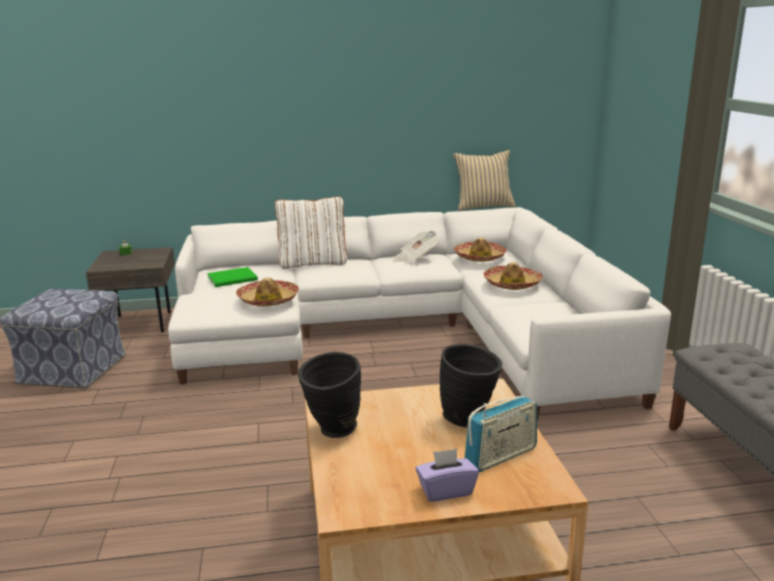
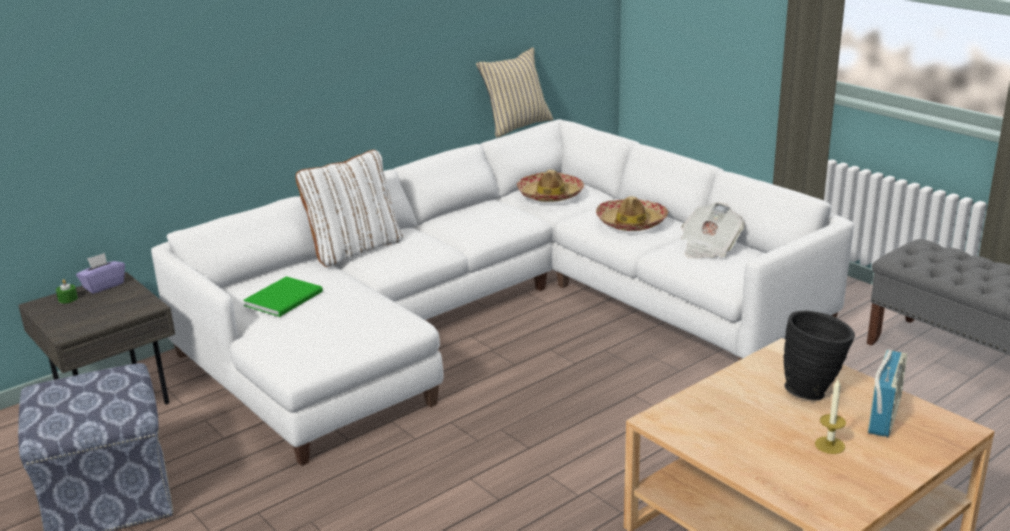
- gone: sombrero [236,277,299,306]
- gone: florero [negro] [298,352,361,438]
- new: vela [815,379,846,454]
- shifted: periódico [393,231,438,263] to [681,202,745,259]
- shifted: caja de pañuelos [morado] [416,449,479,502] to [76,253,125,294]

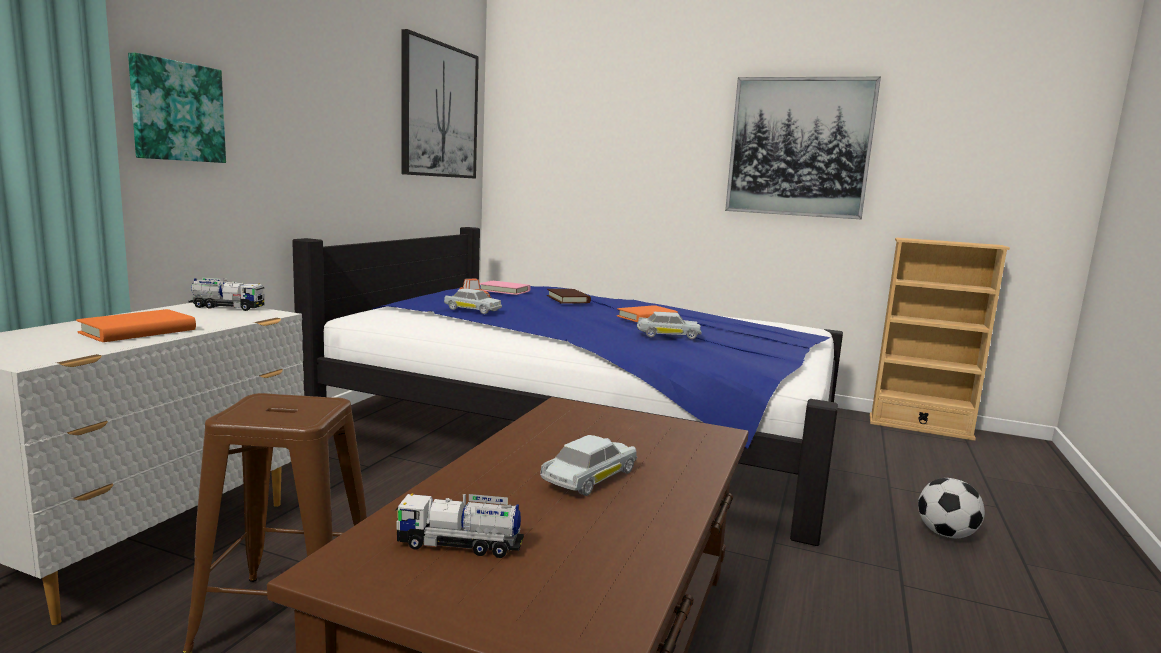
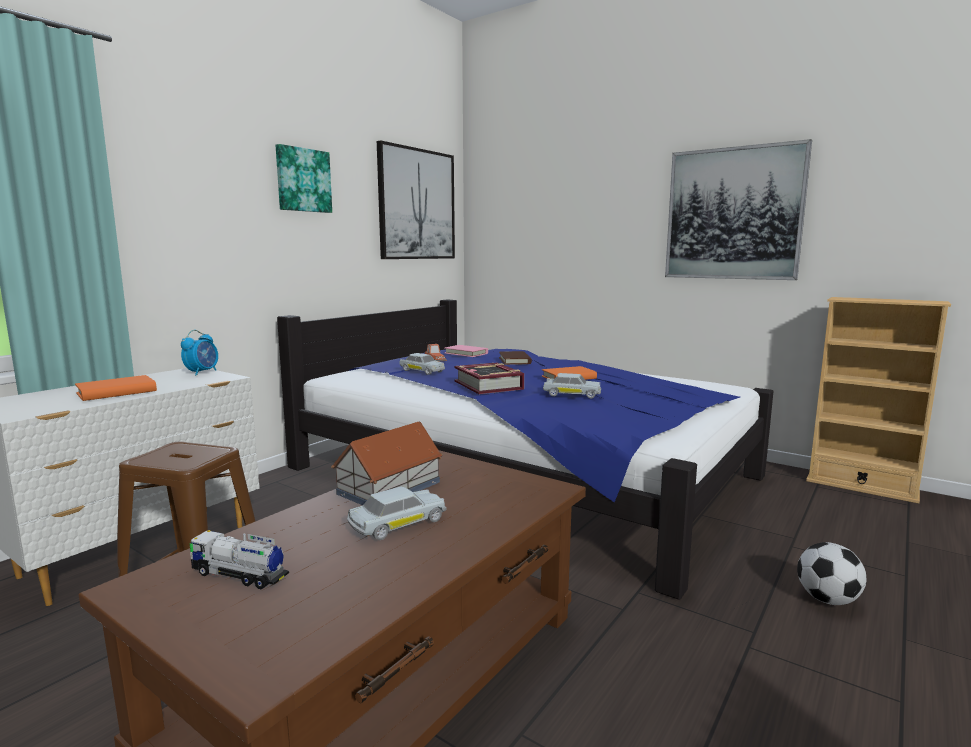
- new: casita [331,422,443,505]
- new: libro [454,363,524,394]
- shifted: cuadro [128,53,226,163] to [276,144,332,213]
- swapped: camión de juguete [189,277,264,311] to despertador [181,330,218,376]

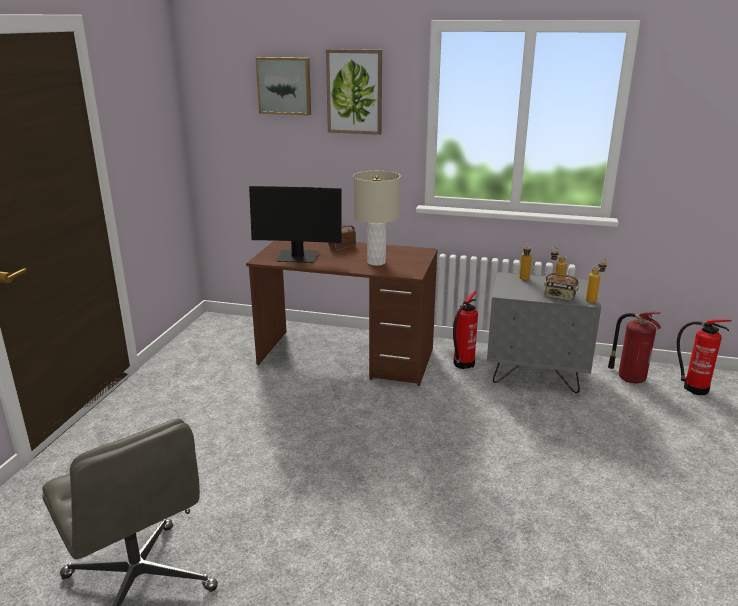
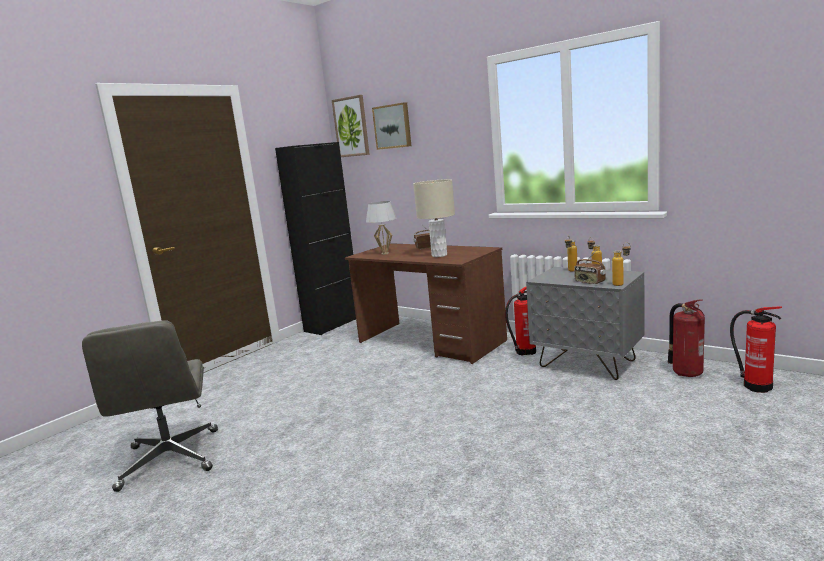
- new: armario [negro] [275,142,356,335]
- shifted: cuadro [326,49,382,135] to [332,95,370,157]
- swapped: monitor [249,186,342,263] to lámpara de mesa [blanco] [366,201,397,255]

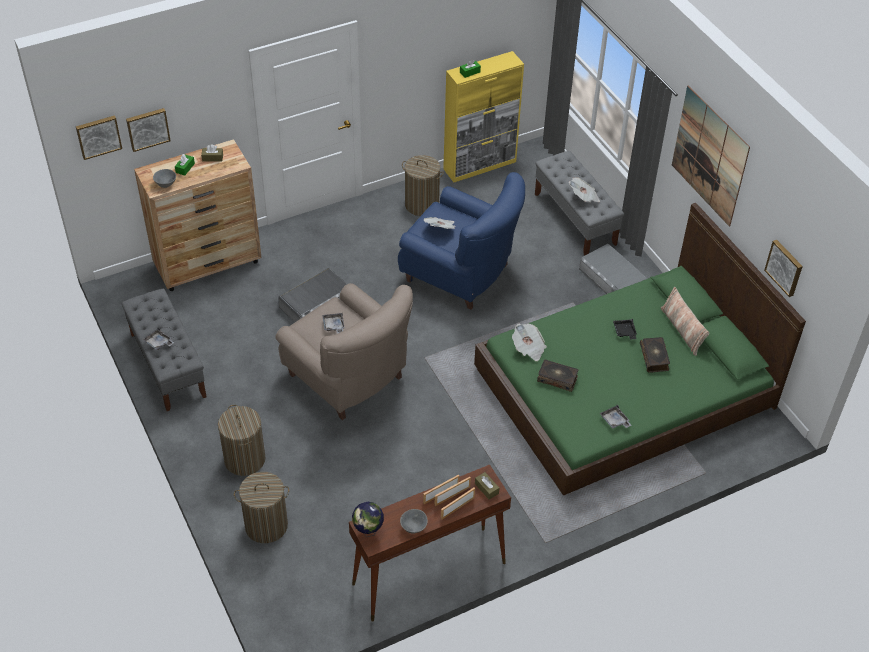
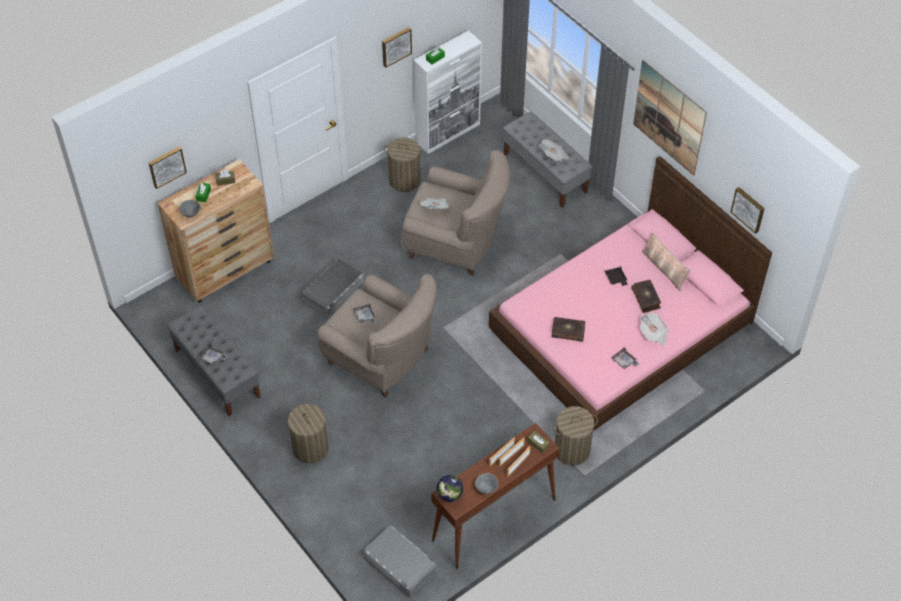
- shifted: cuadro [76,116,122,160] to [382,27,412,68]
- shifted: cesto de la ropa [234,472,289,543] to [553,406,598,466]
- shifted: periódico [512,324,547,361] to [640,313,669,346]
- shifted: caja de almacenaje [gris] [579,244,648,294] to [363,525,437,598]
- repainted: sillón [azul] [398,172,525,310] to sillón [beis] [401,150,510,276]
- repainted: armario [amarillo] [443,51,524,183] to armario [blanco] [413,30,482,154]
- repainted: cama [verde] [474,203,806,495] to cama [rosa] [489,156,772,431]

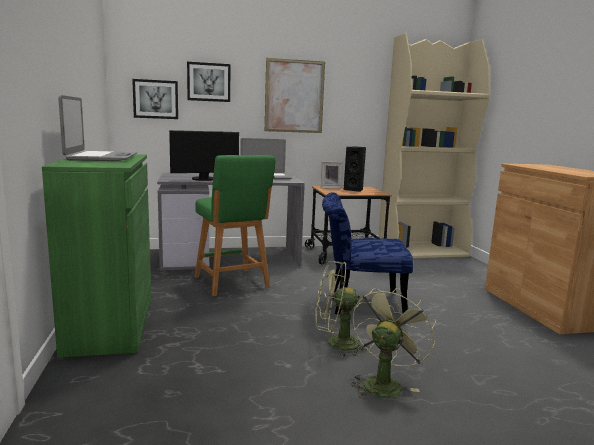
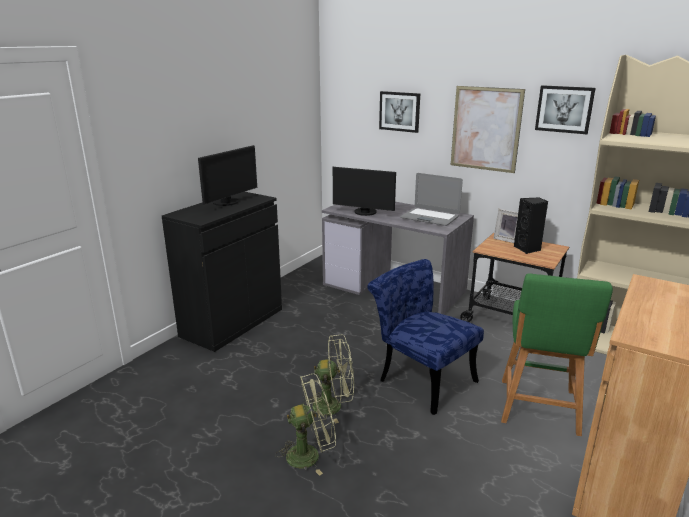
- shifted: cuadro [132,79,178,119] to [535,85,596,134]
- shifted: taburete [verde] [194,155,276,296] to [501,273,613,436]
- swapped: portátil [58,95,137,161] to monitor [198,145,257,206]
- repainted: armario [verde] [42,154,151,358] to armario [negro] [162,192,282,352]
- rotated: ventilador [verde] [315,261,370,357] = [304,335,354,424] 135 degrees clockwise

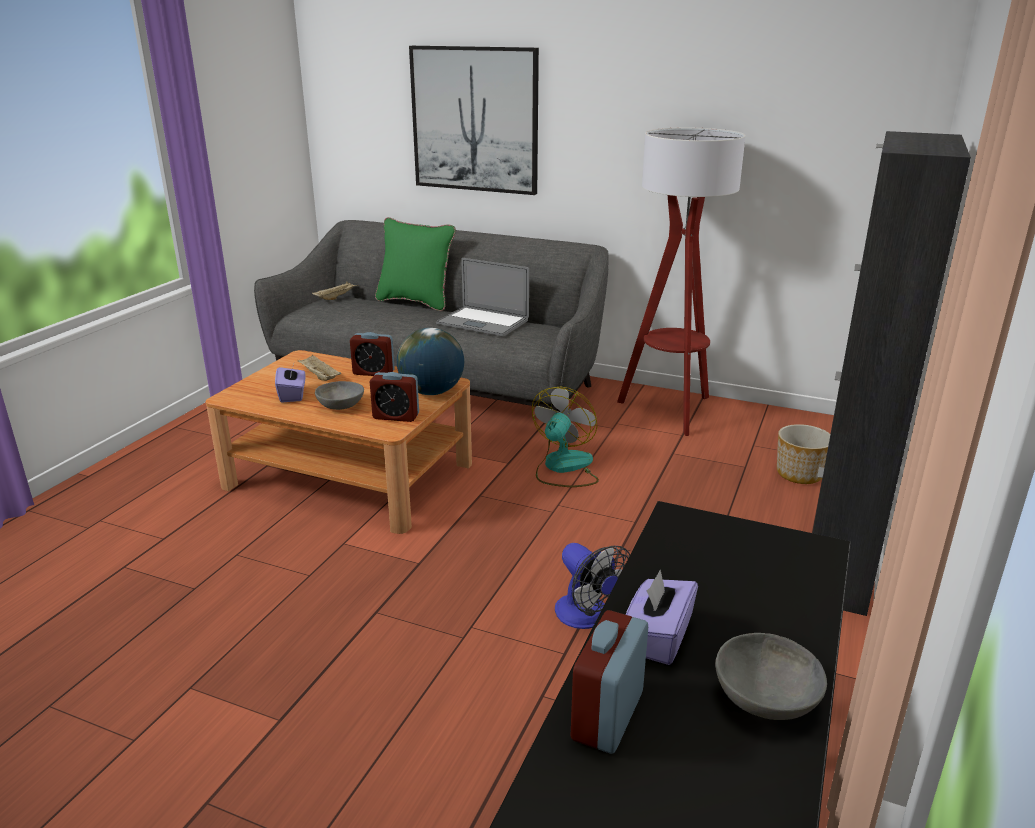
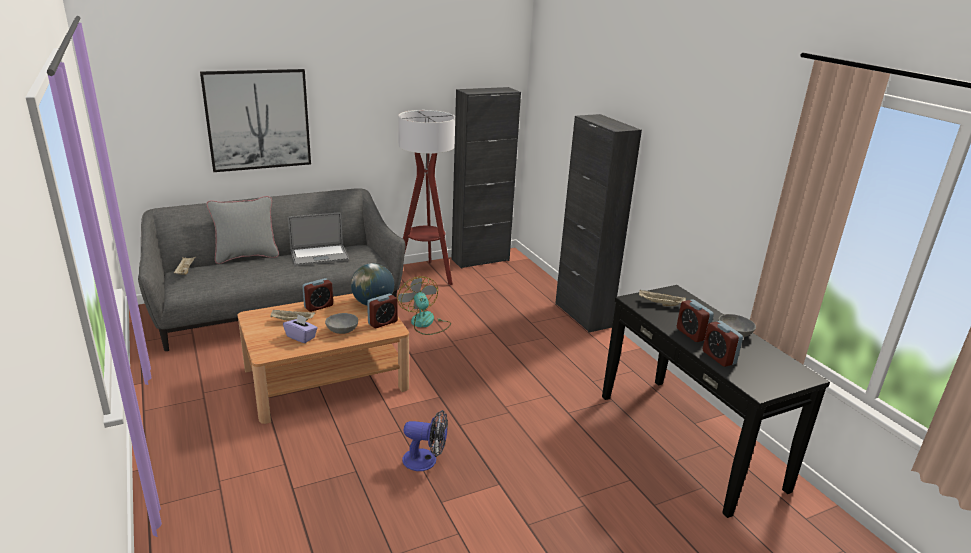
- gone: maceta [777,424,830,484]
- new: armario [negro] [452,87,521,269]
- new: bandeja [beis] [639,289,686,306]
- shifted: ventilador [555,543,630,629] to [402,410,448,471]
- swapped: caja de pañuelos [morado] [626,570,698,665] to despertador [677,299,714,342]
- repainted: cojín [verde] [375,217,456,311] to cojín [gris] [207,196,279,264]

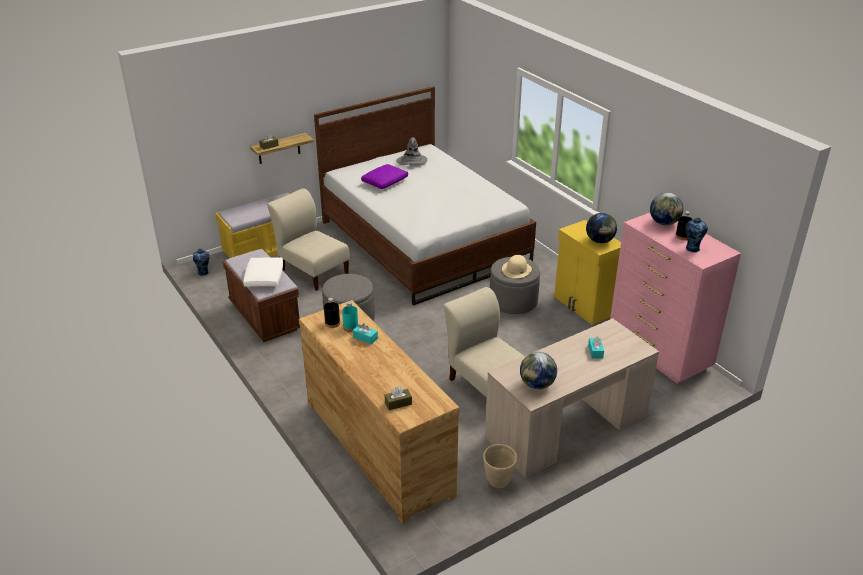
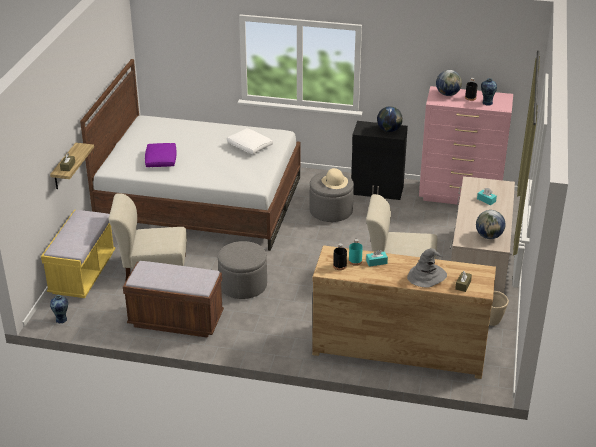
- shifted: cojín [blanco] [243,257,283,287] to [227,128,273,154]
- shifted: sombrero [gris] [396,137,428,165] to [407,248,447,288]
- repainted: armario [amarillo] [554,220,621,325] to armario [negro] [351,121,408,200]

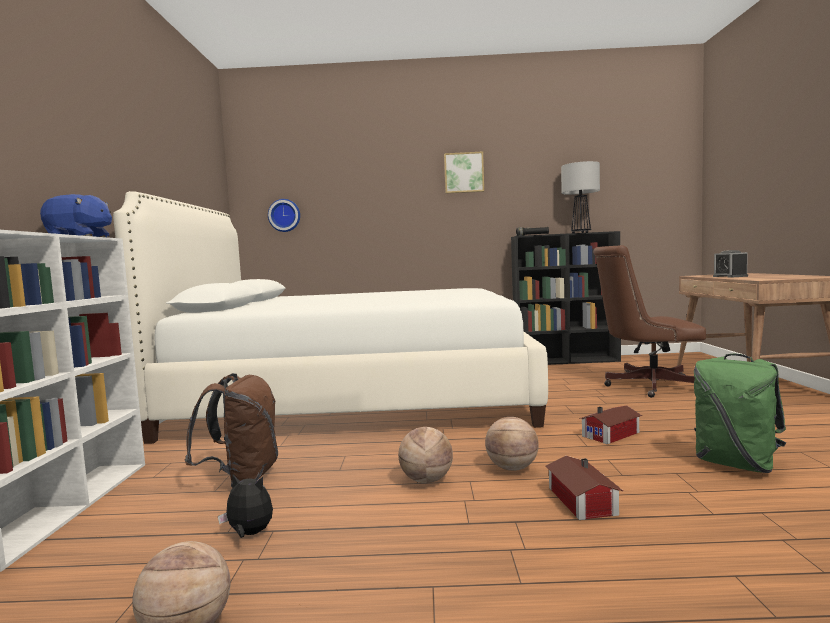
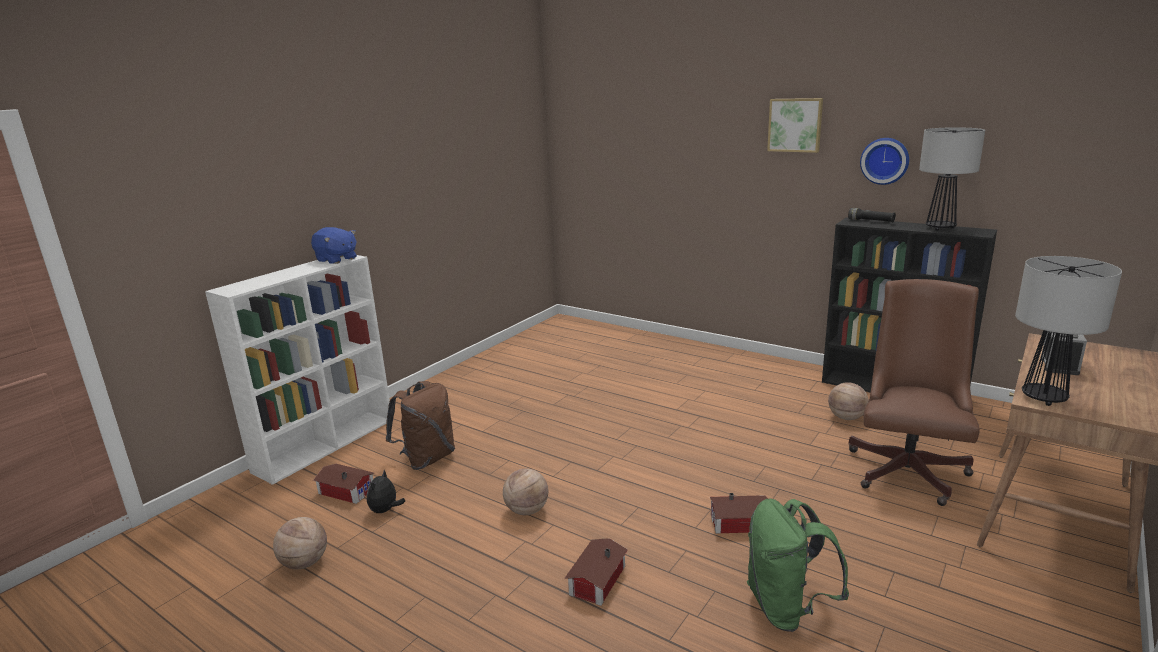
- gone: cama [blanco] [113,191,548,444]
- new: casita [313,464,374,504]
- new: lámpara de mesa [1015,256,1122,406]
- shifted: reloj de pared [268,199,300,232] to [860,138,909,185]
- shifted: balón de baloncesto [485,417,539,471] to [828,382,869,420]
- rotated: peluche [218,475,273,538] = [367,470,405,513] 120 degrees counterclockwise
- rotated: silla de oficina [marrón] [593,245,706,398] = [849,279,980,506] 75 degrees clockwise

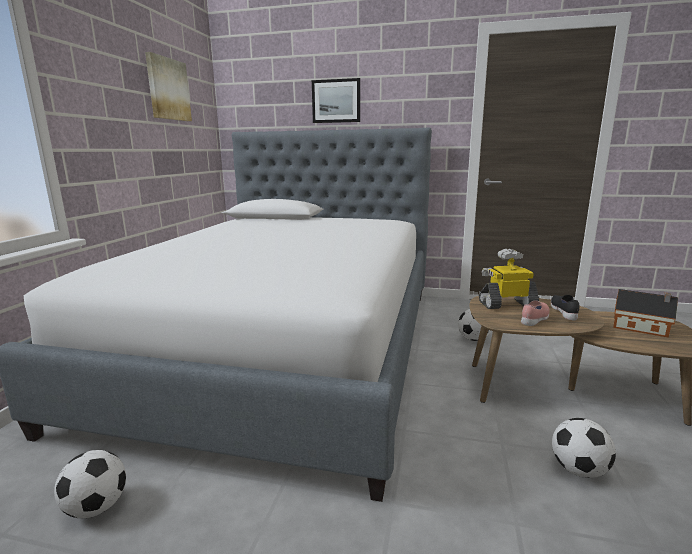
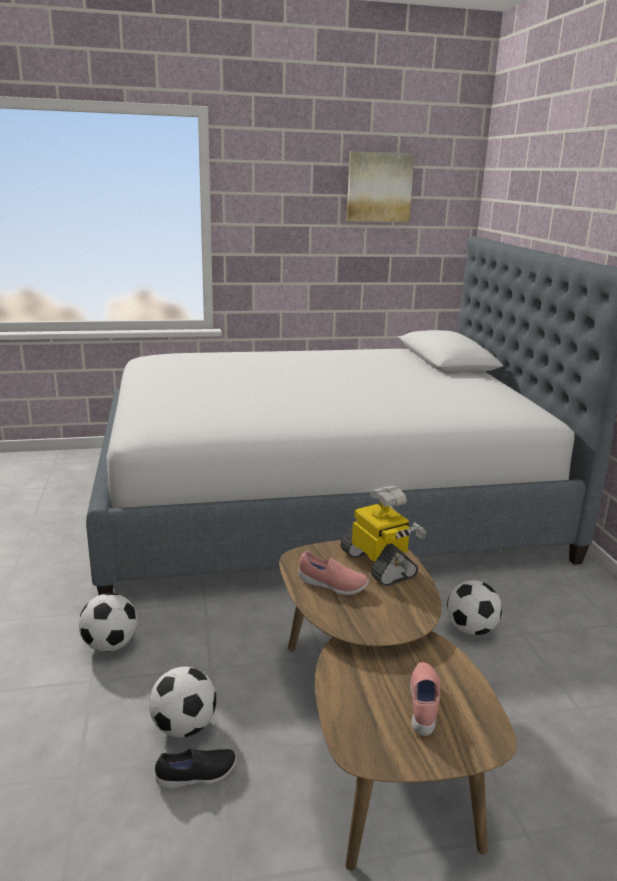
- gone: cuadro [312,78,360,123]
- shifted: balón de fútbol [54,450,126,518] to [79,593,138,652]
- shifted: zapato [negro] [551,295,579,321] to [155,749,236,789]
- swapped: casita [613,289,678,338] to zapato [rosa] [410,662,440,736]

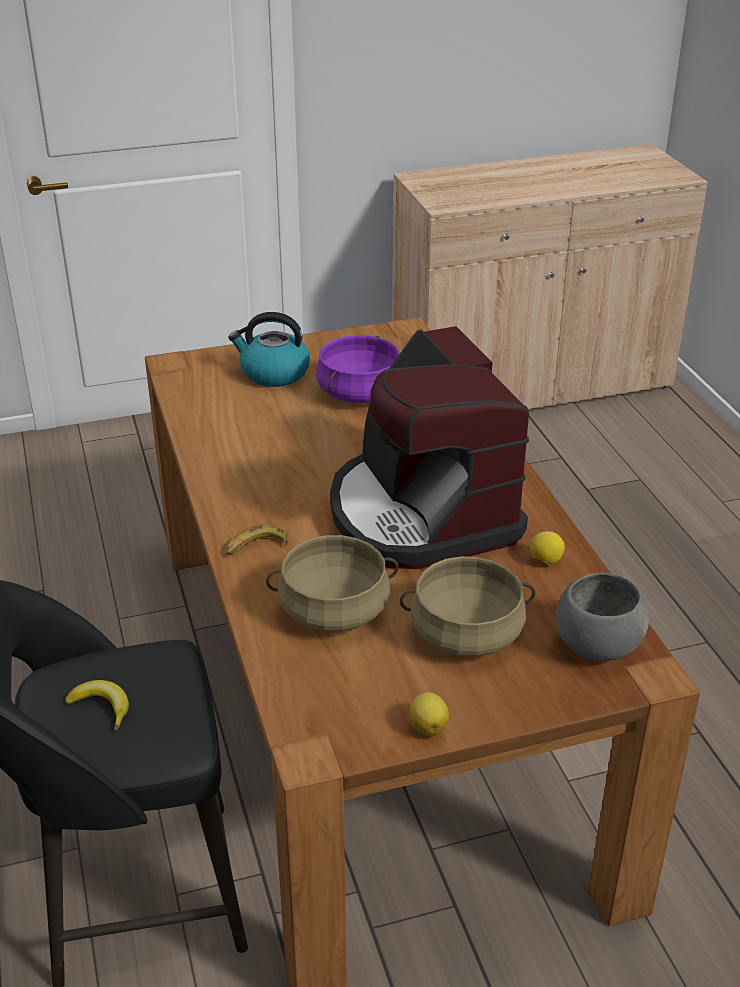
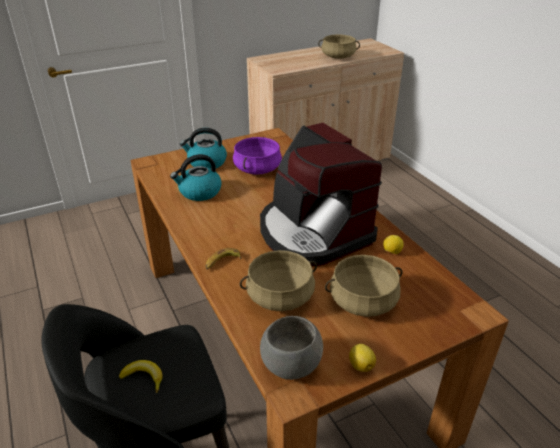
- new: hervidor [170,154,222,201]
- new: olla [beis] [318,35,360,59]
- shifted: cuenco [gris] [556,573,649,661] to [260,316,323,380]

